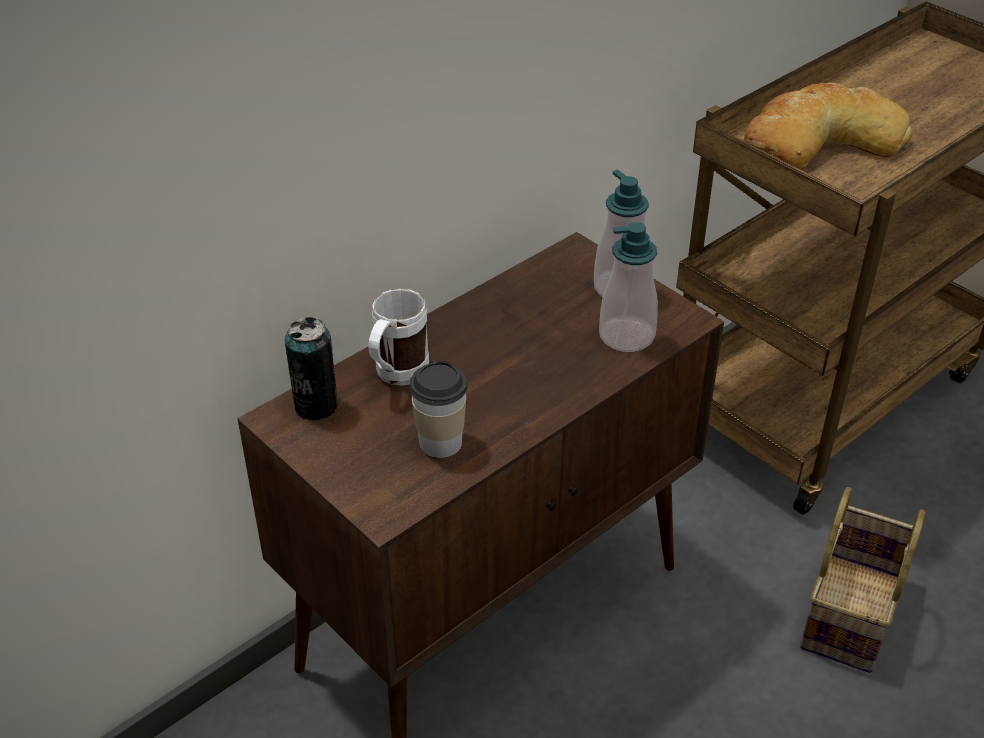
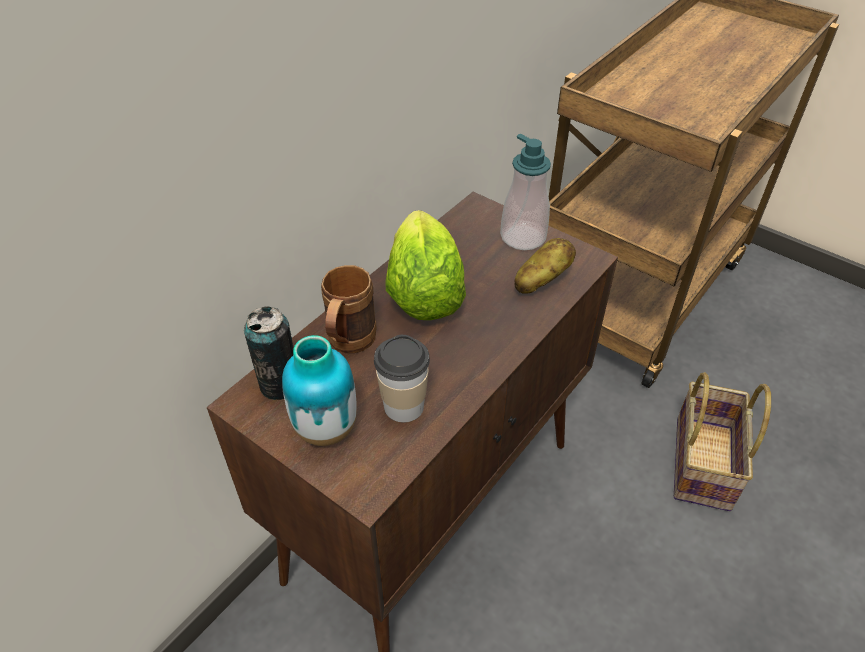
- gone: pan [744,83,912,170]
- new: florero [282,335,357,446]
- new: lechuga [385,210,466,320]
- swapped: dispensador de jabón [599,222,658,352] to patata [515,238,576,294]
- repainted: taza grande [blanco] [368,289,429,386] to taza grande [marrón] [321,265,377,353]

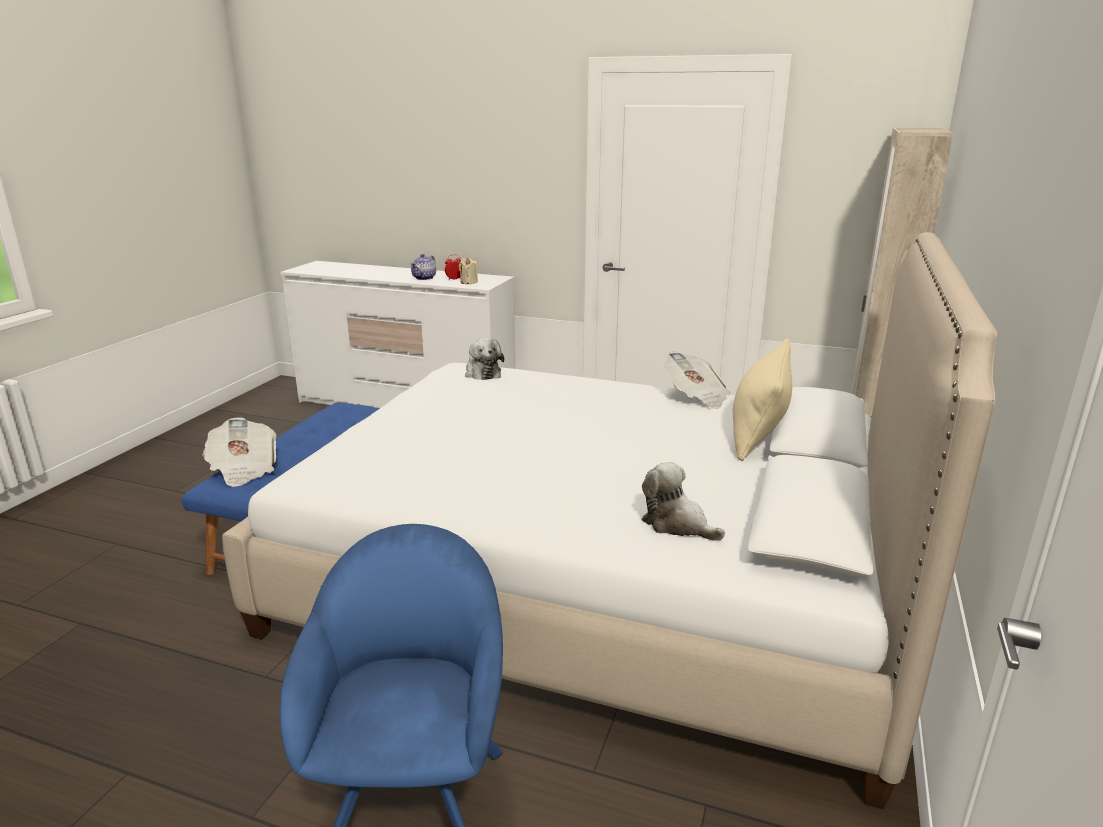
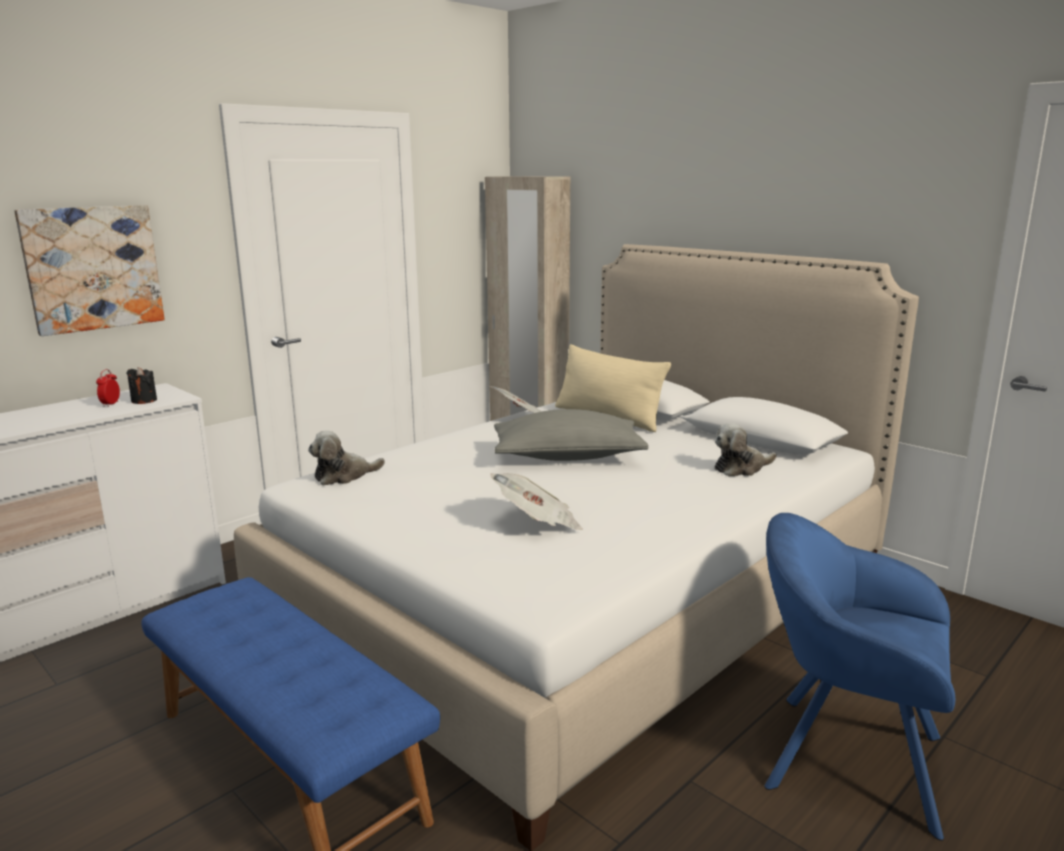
- gone: tetera [411,254,436,280]
- new: cuadro [14,205,165,336]
- new: cojín [gris] [494,409,648,461]
- shifted: periódico [202,417,276,487] to [490,473,583,530]
- repainted: vela [beis] [459,258,478,284] to vela [negro] [126,367,157,404]
- rotated: peluche [465,337,504,380] = [308,430,385,485] 150 degrees clockwise

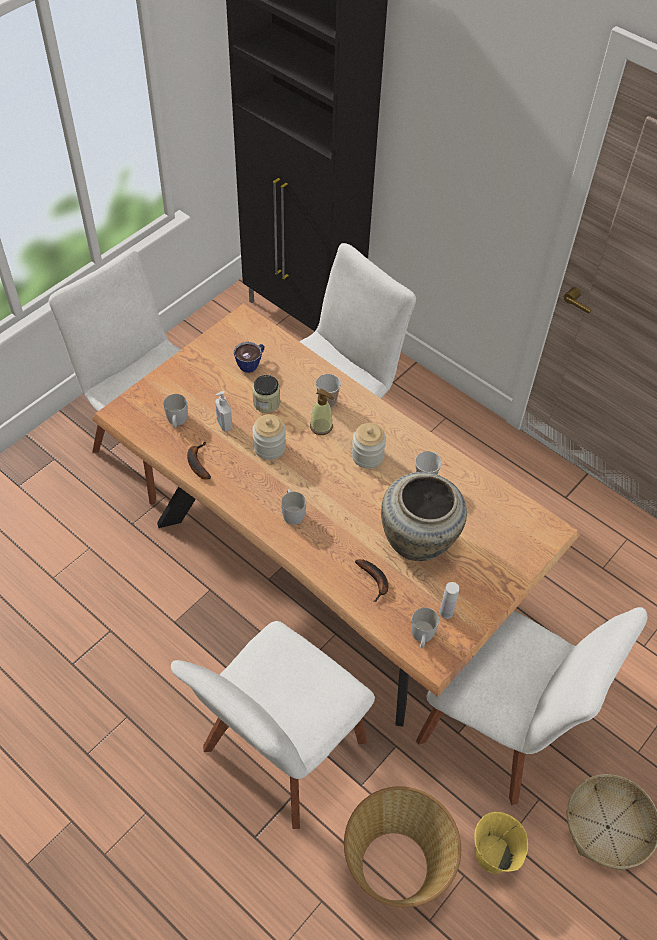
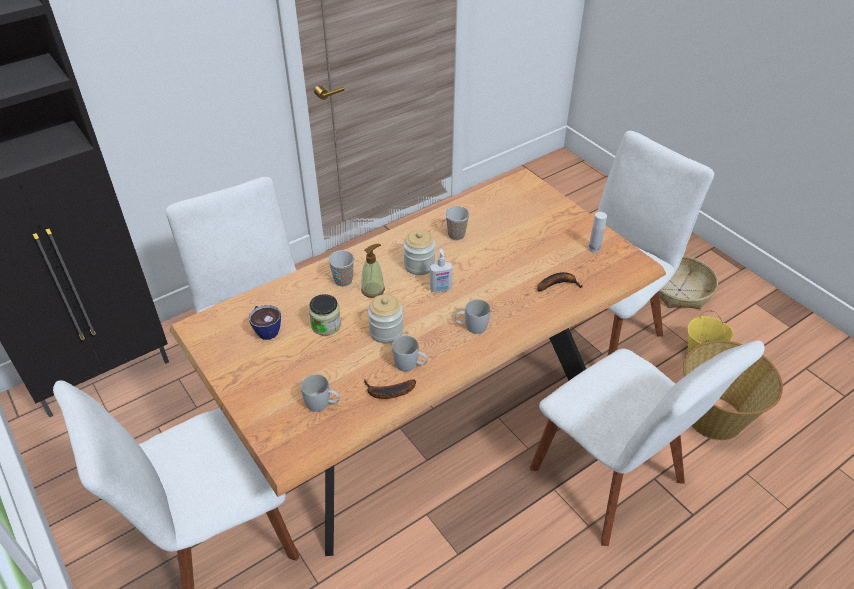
- gone: florero [beis] [381,472,467,561]
- shifted: dispensador de jabón [215,391,232,432] to [430,249,453,292]
- shifted: taza grande [blanco] [411,608,439,648] to [392,336,428,372]

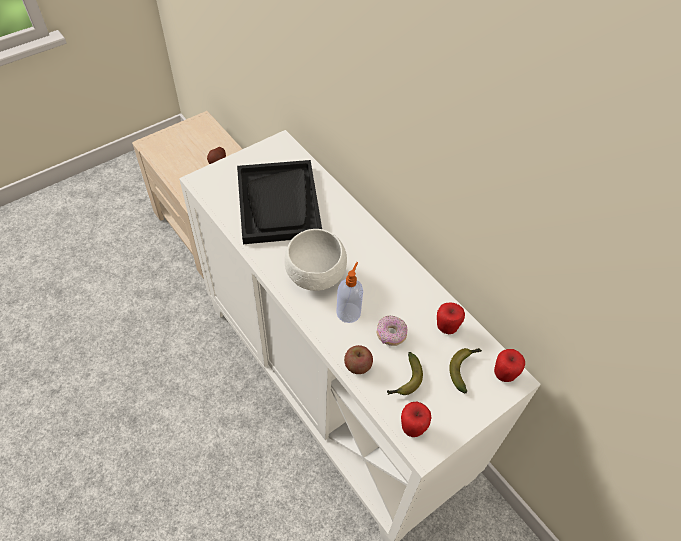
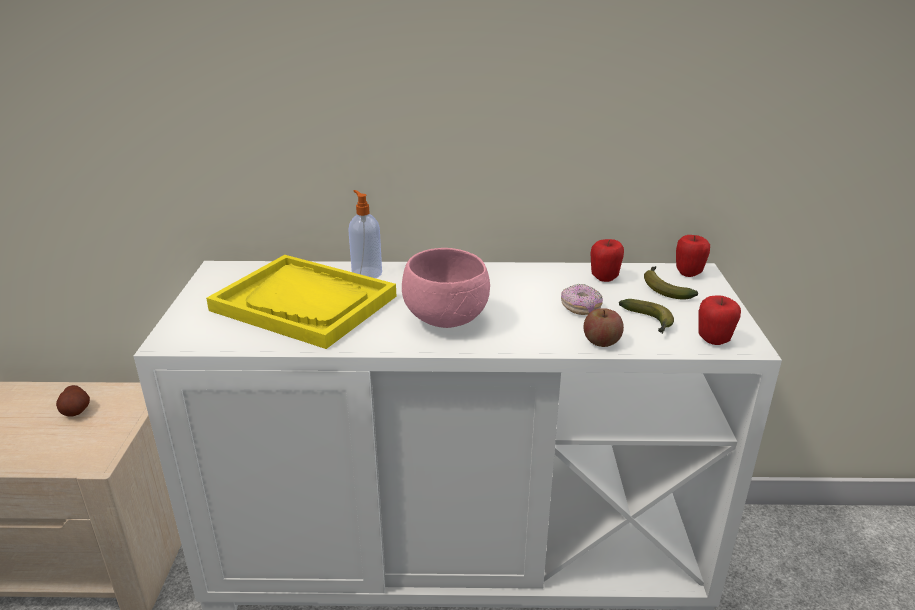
- shifted: dispensador de jabón [336,262,363,323] to [348,190,382,278]
- repainted: bandeja [negro] [237,160,322,244] to bandeja [amarillo] [206,255,397,349]
- repainted: cuenco [blanco] [284,229,347,291] to cuenco [rosa] [402,248,490,328]

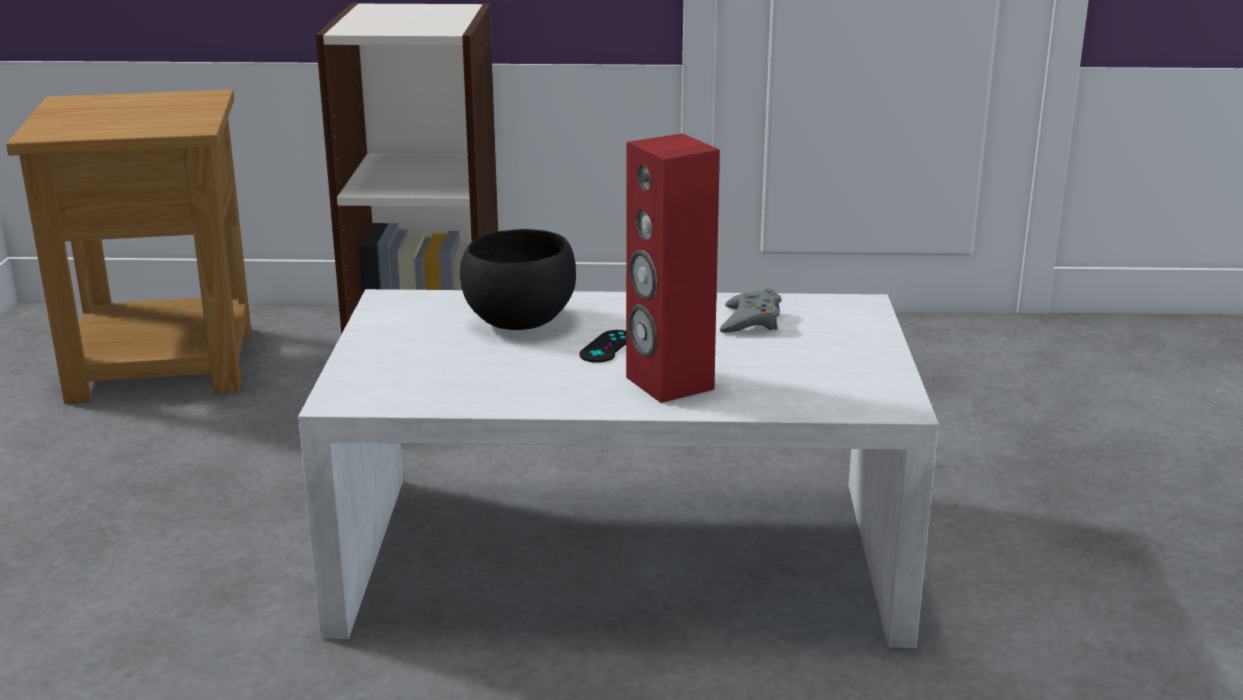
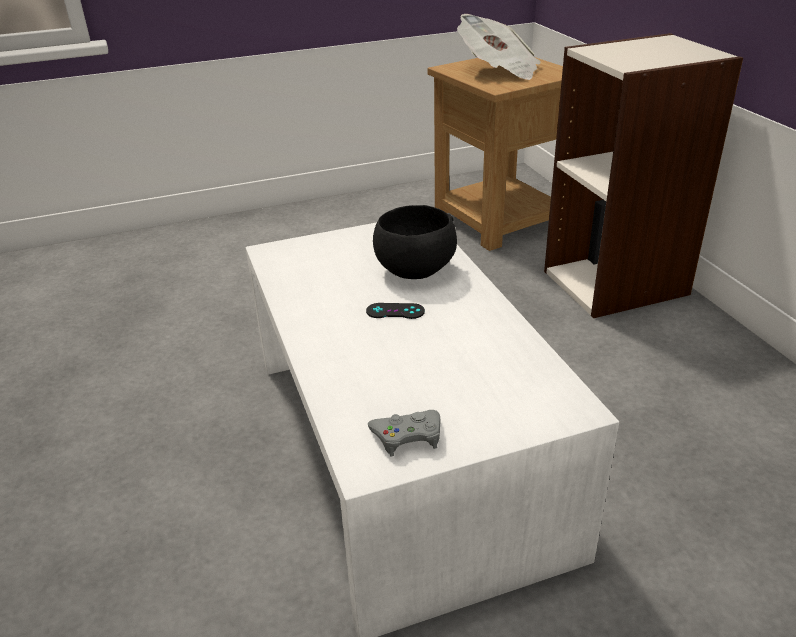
- gone: altavoz [rojo] [626,133,720,403]
- new: periódico [457,14,541,80]
- shifted: mando de consola [gris] [720,288,781,333] to [368,410,441,456]

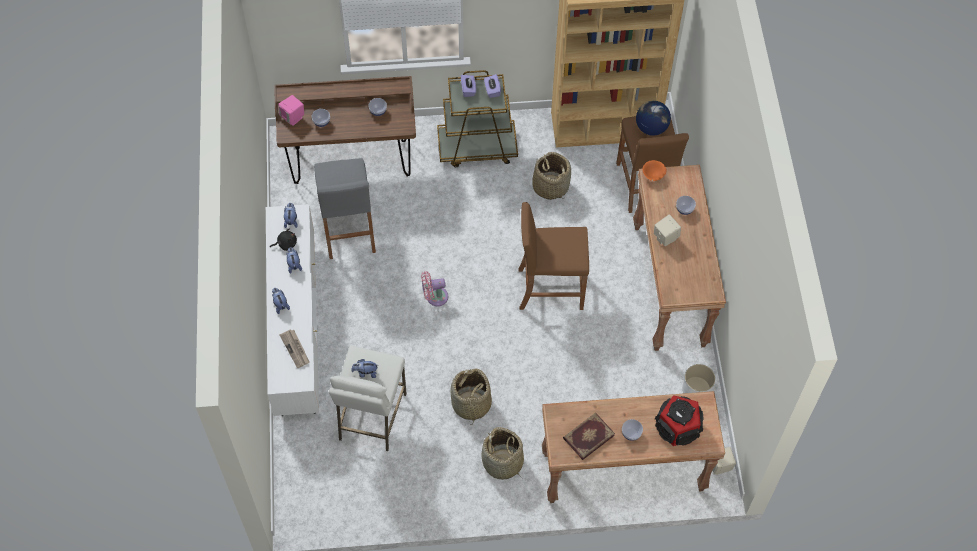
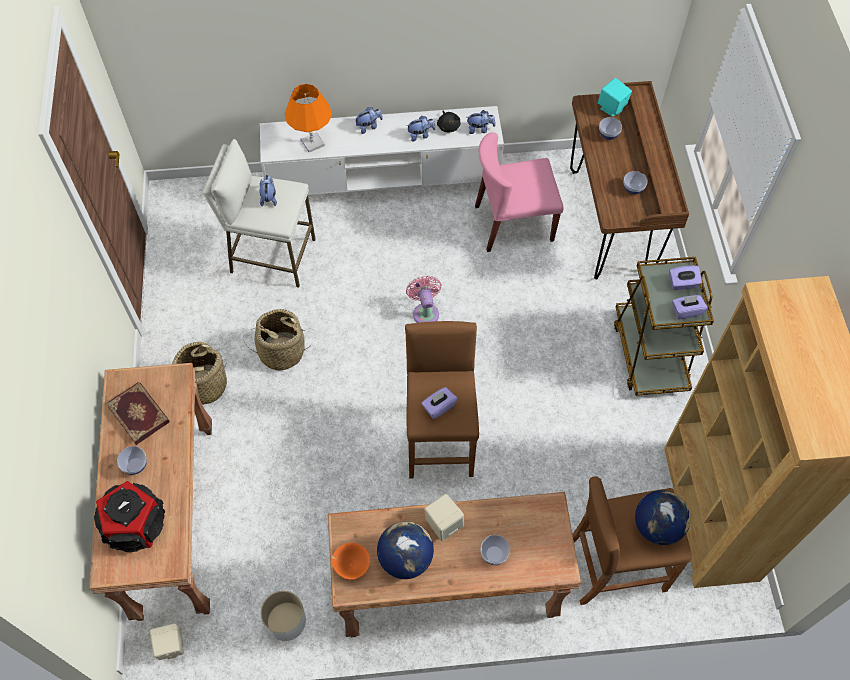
- gone: cesta [532,152,571,200]
- new: globo terráqueo [377,521,434,579]
- new: caja de pañuelos [morado] [421,387,458,419]
- shifted: cuenco [naranja] [643,160,667,181] to [331,543,370,580]
- swapped: periódico [280,329,310,368] to lámpara de mesa [naranja] [285,84,332,152]
- swapped: taburete [gris] [314,158,376,259] to silla [rosa] [475,132,563,252]
- repainted: altavoz [rosa] [278,95,304,126] to altavoz [turquesa] [598,78,632,117]

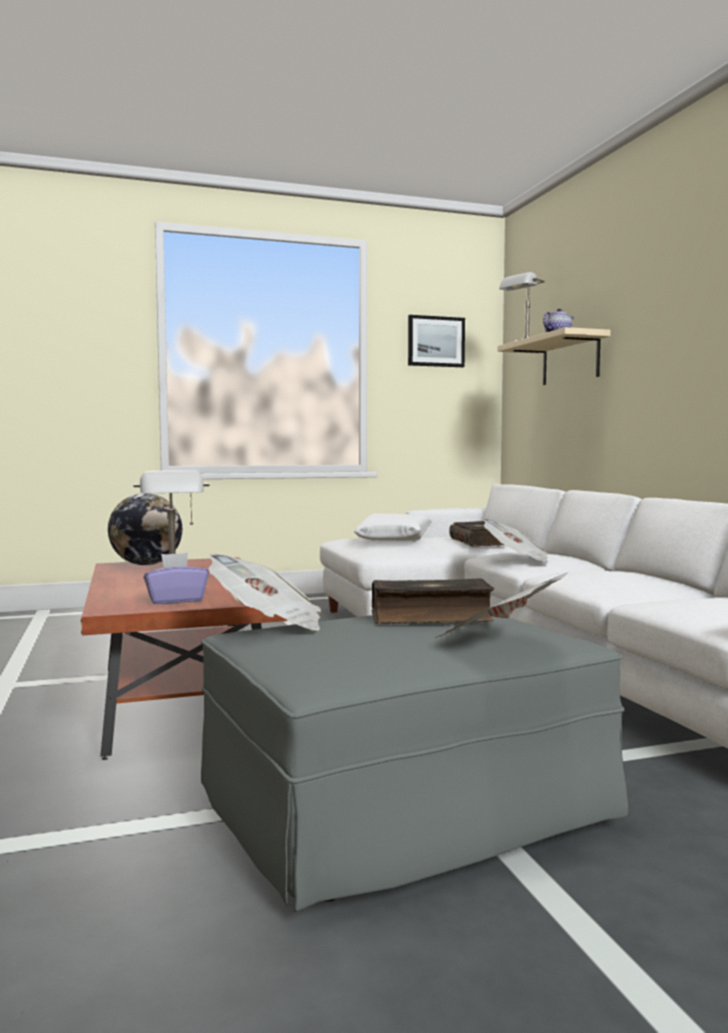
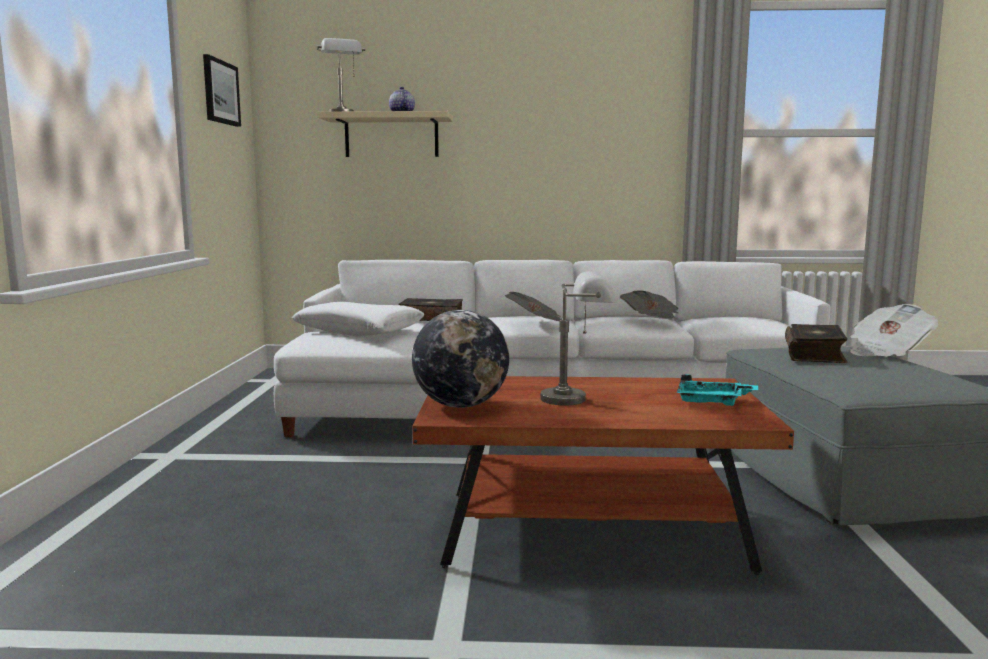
- shifted: periódico [208,553,321,631] to [620,291,678,318]
- swapped: caja de pañuelos [morado] [143,553,209,604] to bandeja [turquesa] [677,375,758,406]

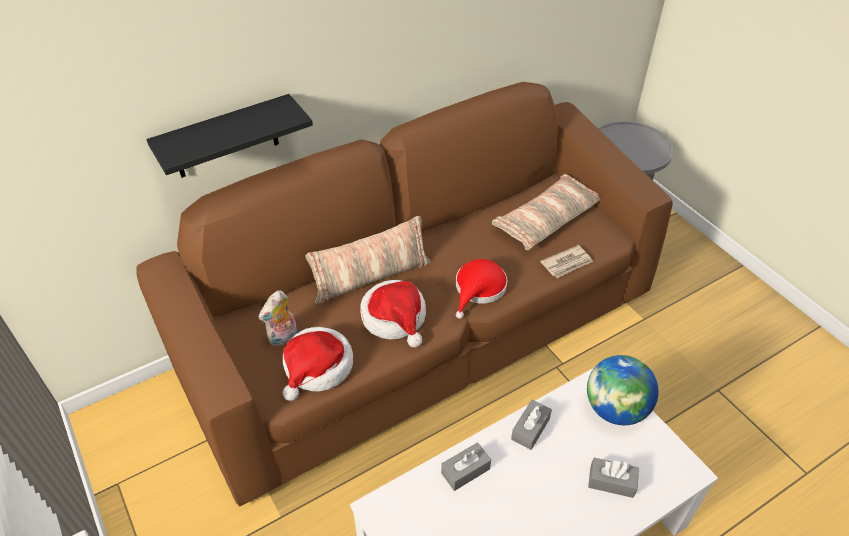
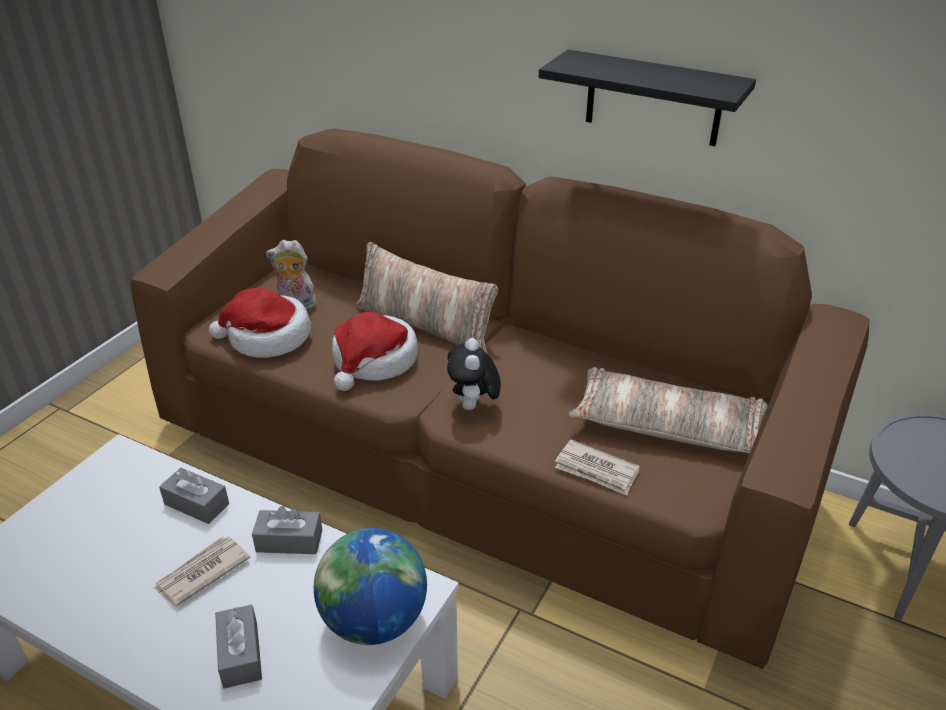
- new: periódico [154,536,250,606]
- shifted: estante [negro] [146,94,313,178] to [539,50,756,146]
- swapped: sombrero [rojo] [456,259,507,319] to peluche [447,338,501,410]

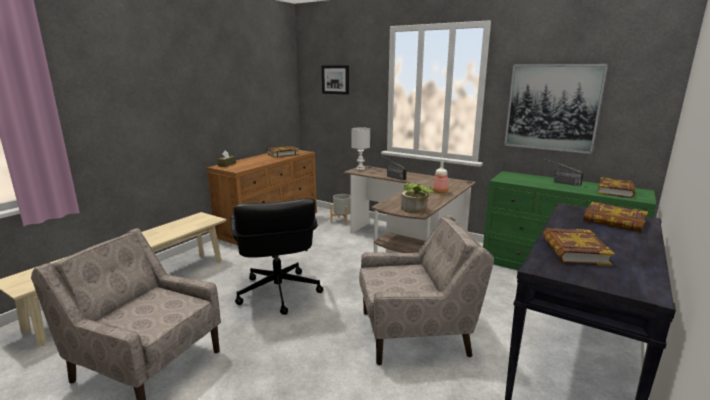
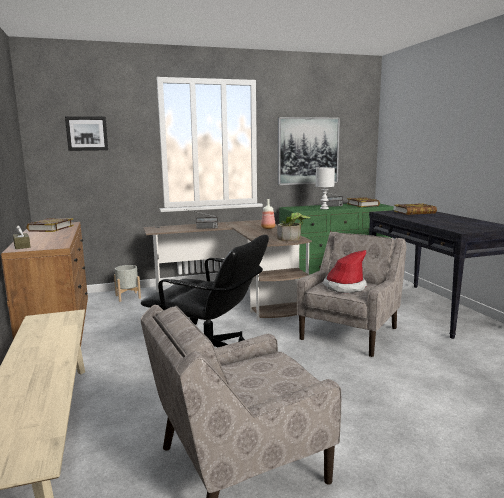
- gone: libro [542,228,615,266]
- new: sombrero [323,250,367,293]
- shifted: lámpara de mesa [blanco] [351,127,370,170] to [316,167,335,209]

